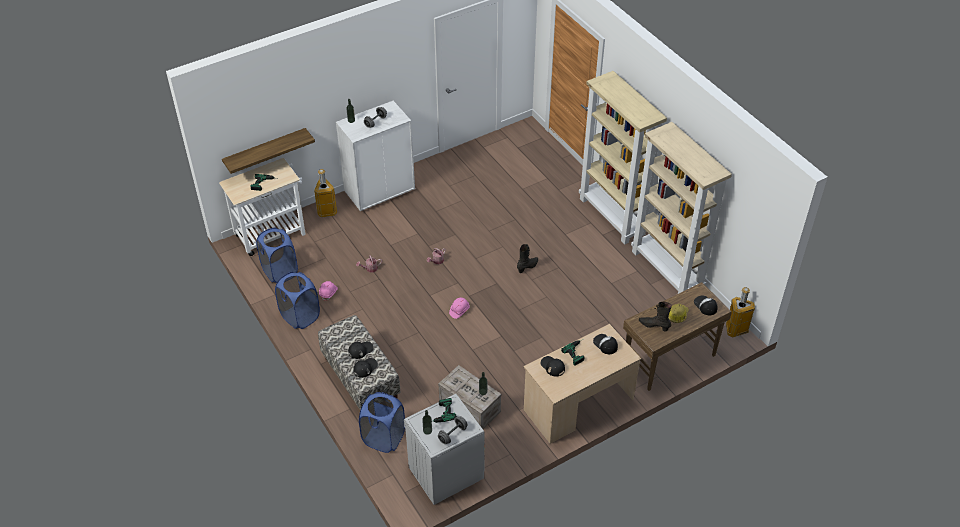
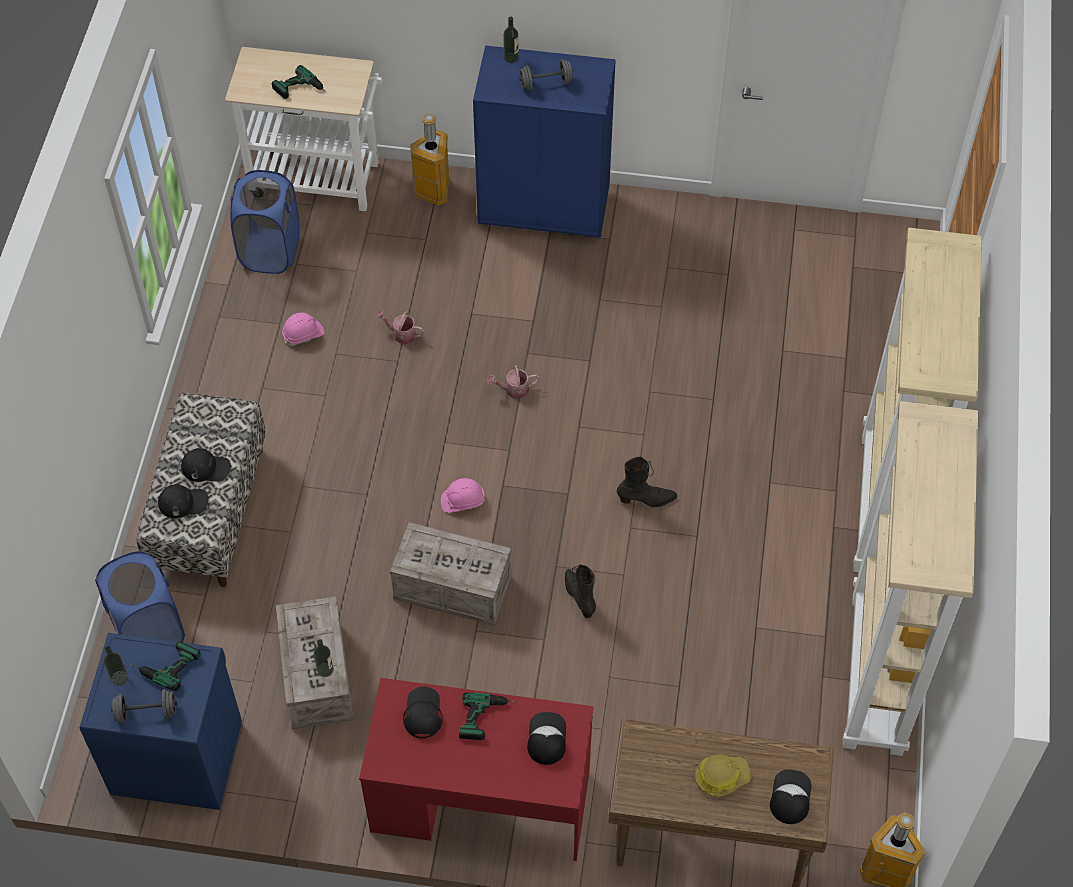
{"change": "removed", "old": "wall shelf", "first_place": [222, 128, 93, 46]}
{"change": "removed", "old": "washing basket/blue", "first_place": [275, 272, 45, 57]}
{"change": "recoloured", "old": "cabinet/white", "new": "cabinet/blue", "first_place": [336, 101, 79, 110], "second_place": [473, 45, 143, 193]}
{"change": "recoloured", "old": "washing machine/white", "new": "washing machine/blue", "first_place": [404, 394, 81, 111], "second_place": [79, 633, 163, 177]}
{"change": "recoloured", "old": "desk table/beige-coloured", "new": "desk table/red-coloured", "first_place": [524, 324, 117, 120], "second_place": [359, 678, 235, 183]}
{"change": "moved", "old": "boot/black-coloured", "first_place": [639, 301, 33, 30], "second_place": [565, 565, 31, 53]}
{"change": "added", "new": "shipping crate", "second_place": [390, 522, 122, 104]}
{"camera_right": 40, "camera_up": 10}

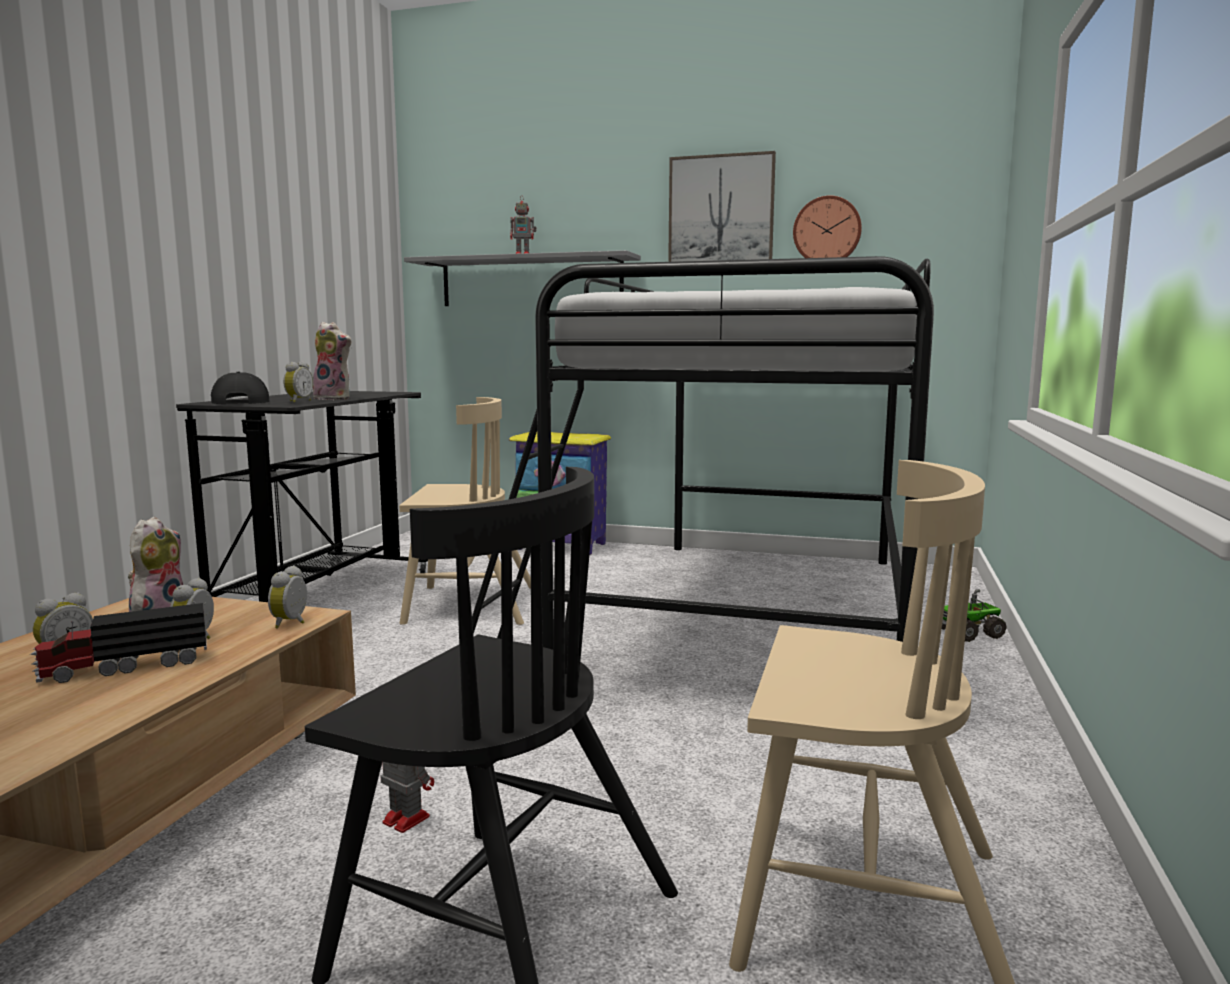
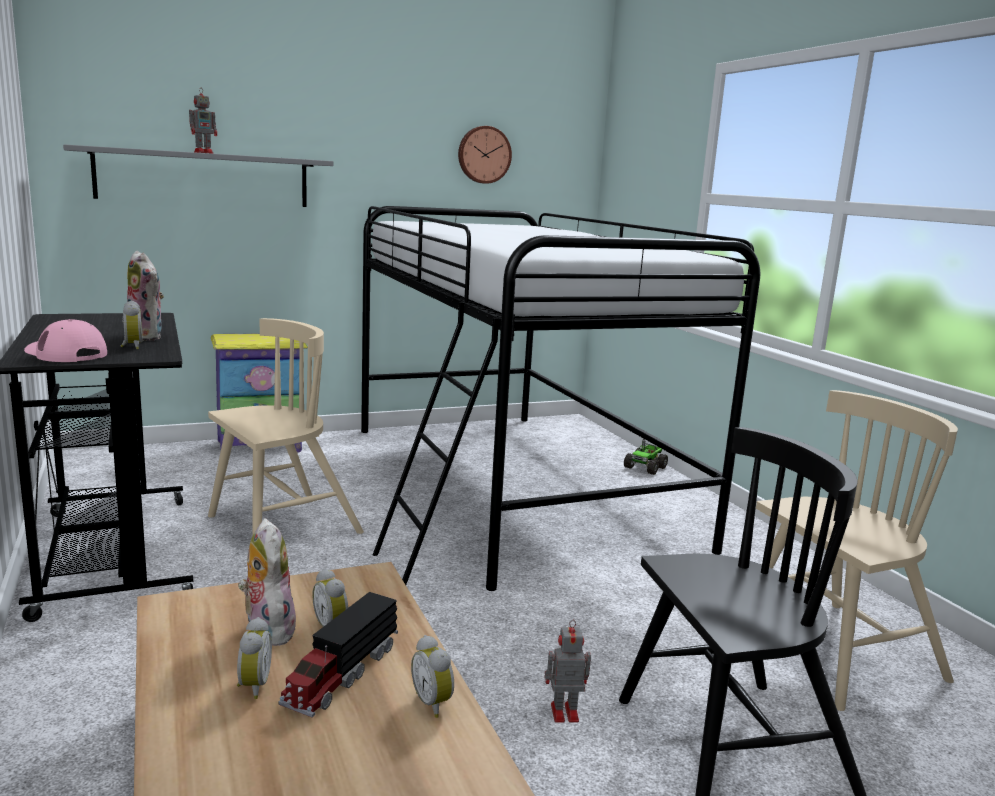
{"change": "recoloured", "old": "cap/black-coloured", "new": "cap/pink-coloured", "first_place": [211, 372, 58, 32], "second_place": [24, 319, 83, 43]}
{"change": "moved", "old": "bedside clock", "first_place": [268, 565, 39, 64], "second_place": [411, 635, 43, 83]}
{"change": "turned", "old": "cuddly toy", "first_place": [313, 322, 39, 78], "second_place": [127, 251, 37, 90], "degrees": 60}
{"change": "removed", "old": "picture", "first_place": [668, 151, 108, 111]}
{"camera_right": -40, "camera_up": 5}

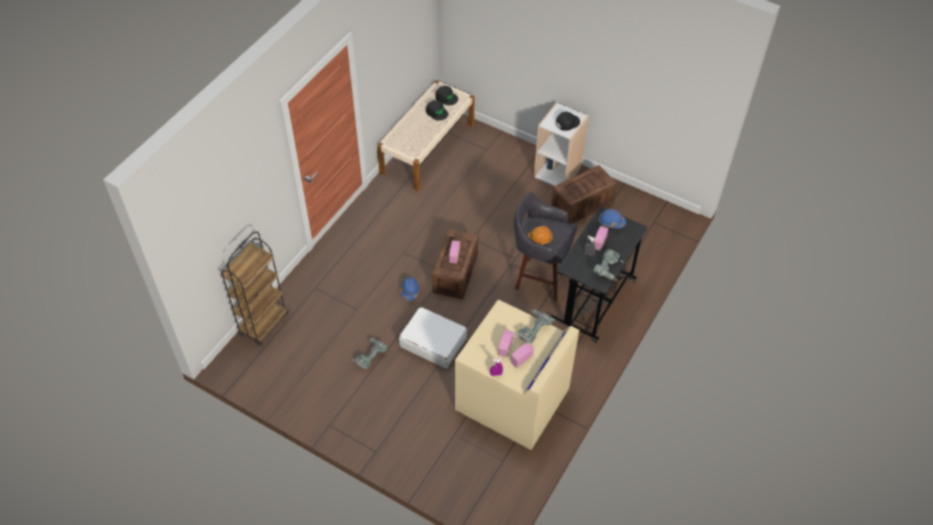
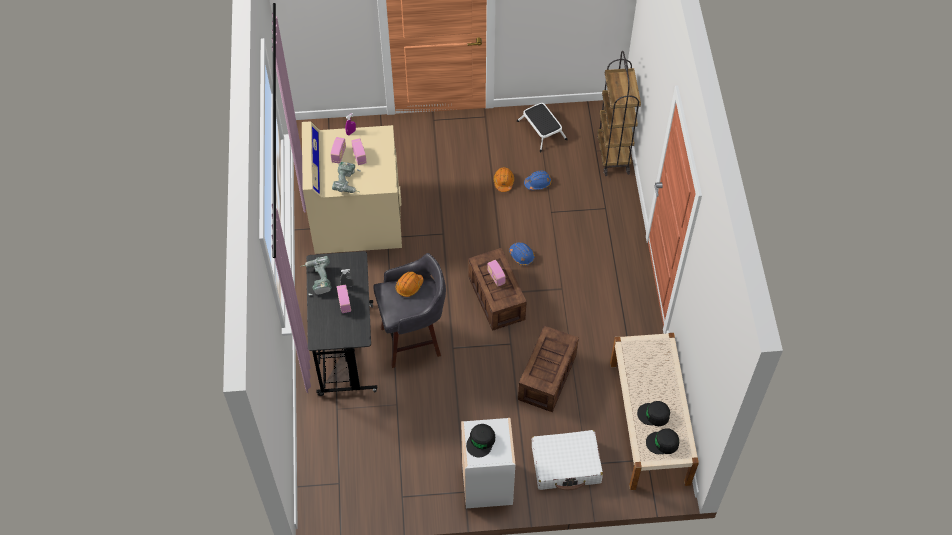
{"change": "replaced", "old": "power drill", "new": "safety helmet/orange", "first_place": [353, 338, 35, 31], "second_place": [494, 167, 20, 25]}
{"change": "moved", "old": "piece of luggage/white", "first_place": [399, 307, 68, 61], "second_place": [532, 430, 71, 60]}
{"change": "moved", "old": "shipping crate", "first_place": [551, 165, 66, 59], "second_place": [518, 325, 61, 87]}
{"change": "moved", "old": "safety helmet/blue", "first_place": [598, 209, 28, 20], "second_place": [524, 171, 27, 19]}
{"change": "added", "new": "step stool/black-coloured", "second_place": [517, 103, 51, 49]}
{"camera_right": 145, "camera_up": 5}

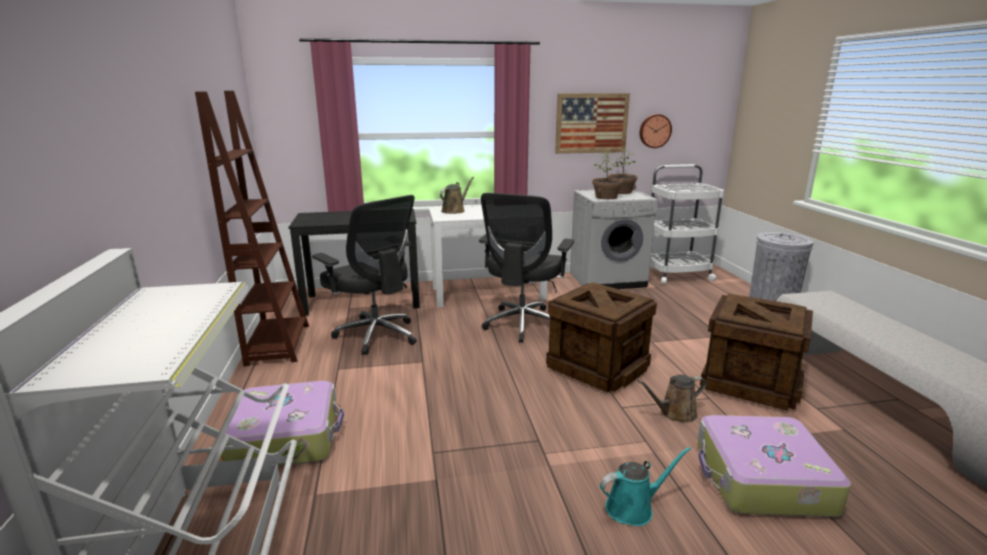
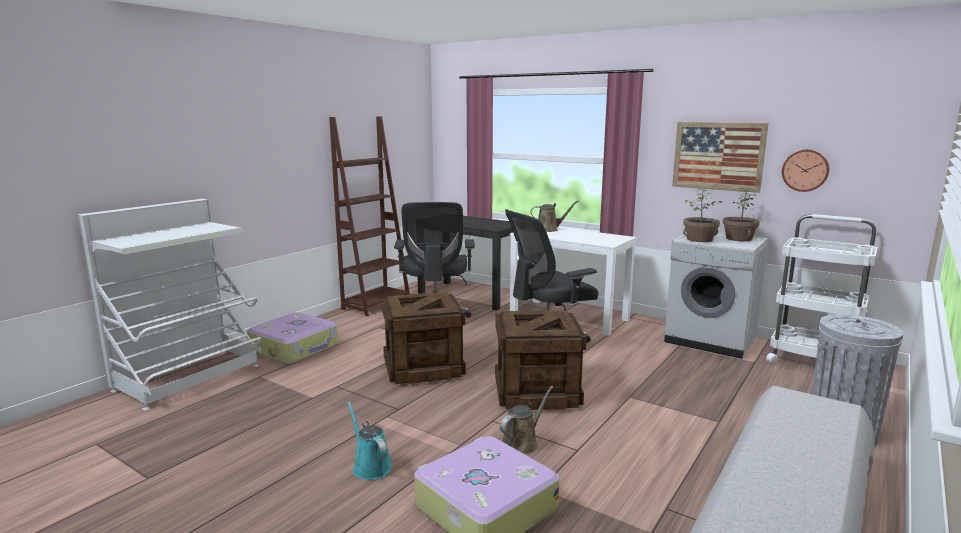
{"change": "turned", "old": "sprinkling can/turquoise", "first_place": [600, 447, 91, 79], "second_place": [347, 401, 45, 79], "degrees": -150}
{"change": "turned", "old": "sprinkling can/brown-coloured", "first_place": [637, 375, 70, 47], "second_place": [500, 386, 54, 68], "degrees": 105}
{"change": "moved", "old": "shipping crate", "first_place": [700, 293, 113, 118], "second_place": [381, 292, 85, 92]}
{"camera_right": 45, "camera_up": -5}

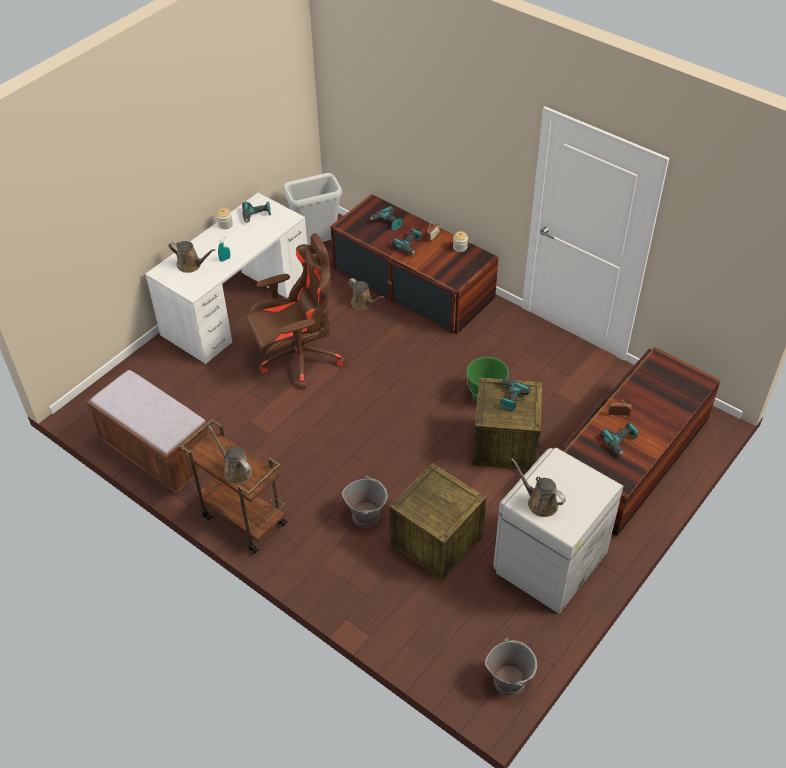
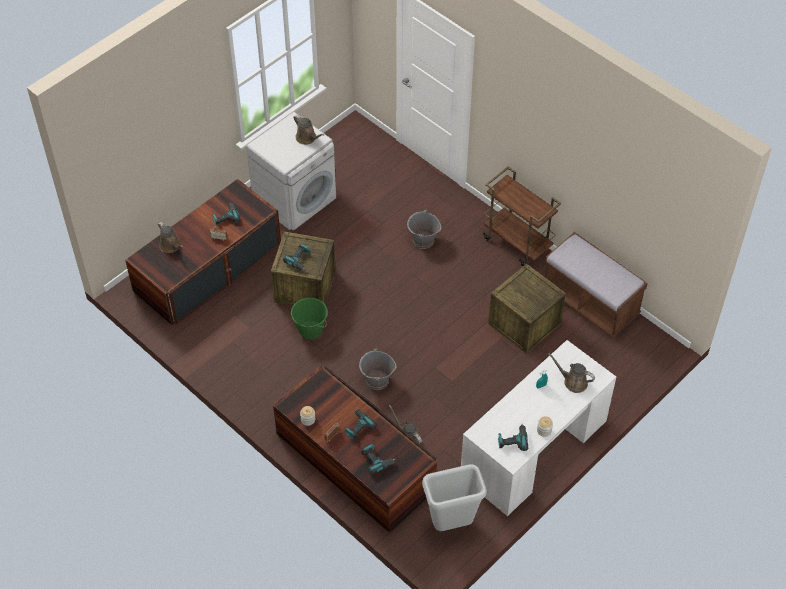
{"change": "moved", "old": "sprinkling can/brown-coloured", "first_place": [209, 426, 43, 58], "second_place": [158, 222, 25, 31]}
{"change": "removed", "old": "office chair/brown-coloured", "first_place": [246, 233, 99, 155]}
{"change": "moved", "old": "shipping crate", "first_place": [389, 463, 98, 118], "second_place": [488, 264, 78, 90]}
{"change": "moved", "old": "water bucket/grey", "first_place": [485, 638, 52, 58], "second_place": [359, 349, 38, 41]}
{"camera_right": -175, "camera_up": 5}

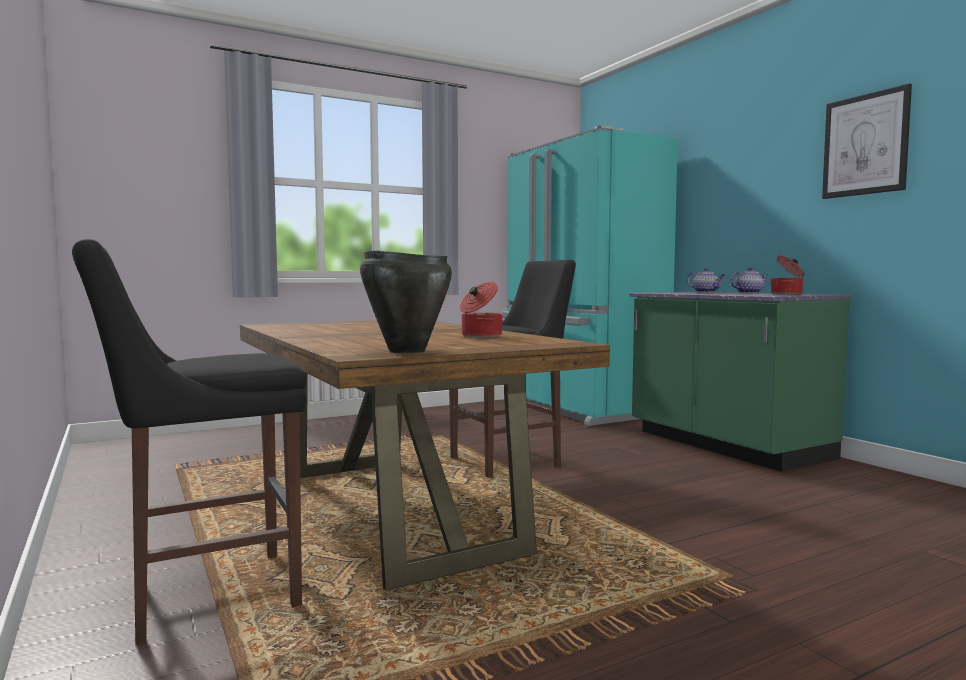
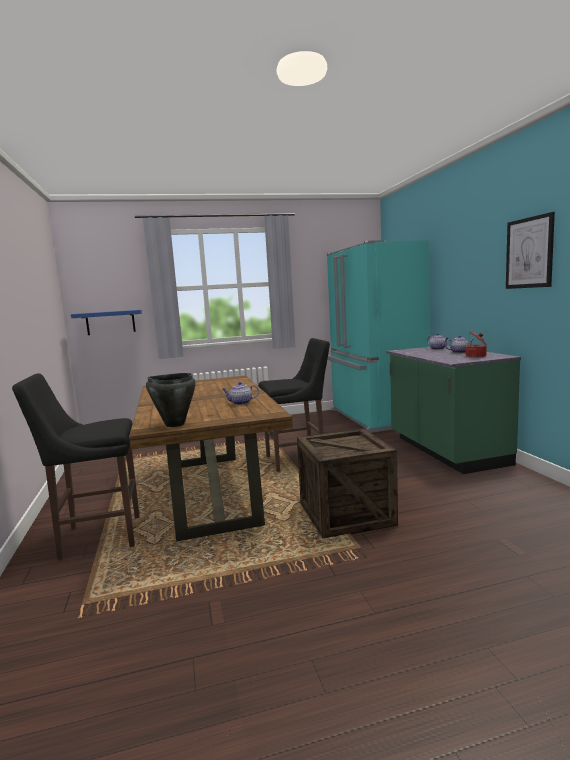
{"change": "replaced", "old": "stockpot", "new": "teapot", "first_place": [460, 282, 43, 56], "second_place": [222, 382, 37, 23]}
{"change": "added", "new": "wall shelf/blue", "second_place": [71, 310, 71, 25]}
{"change": "added", "new": "shipping crate", "second_place": [297, 429, 101, 109]}
{"camera_right": 15, "camera_up": 5}

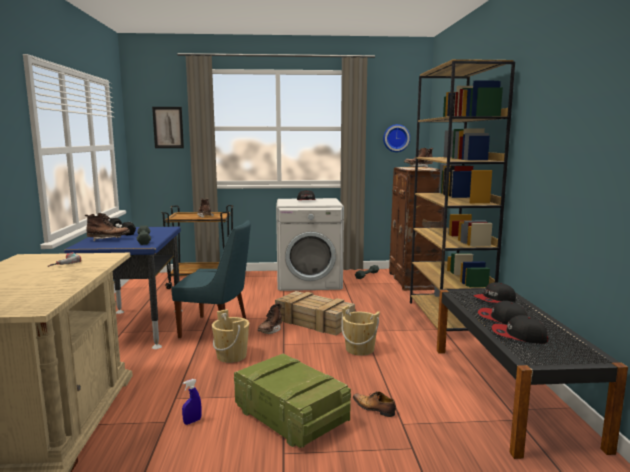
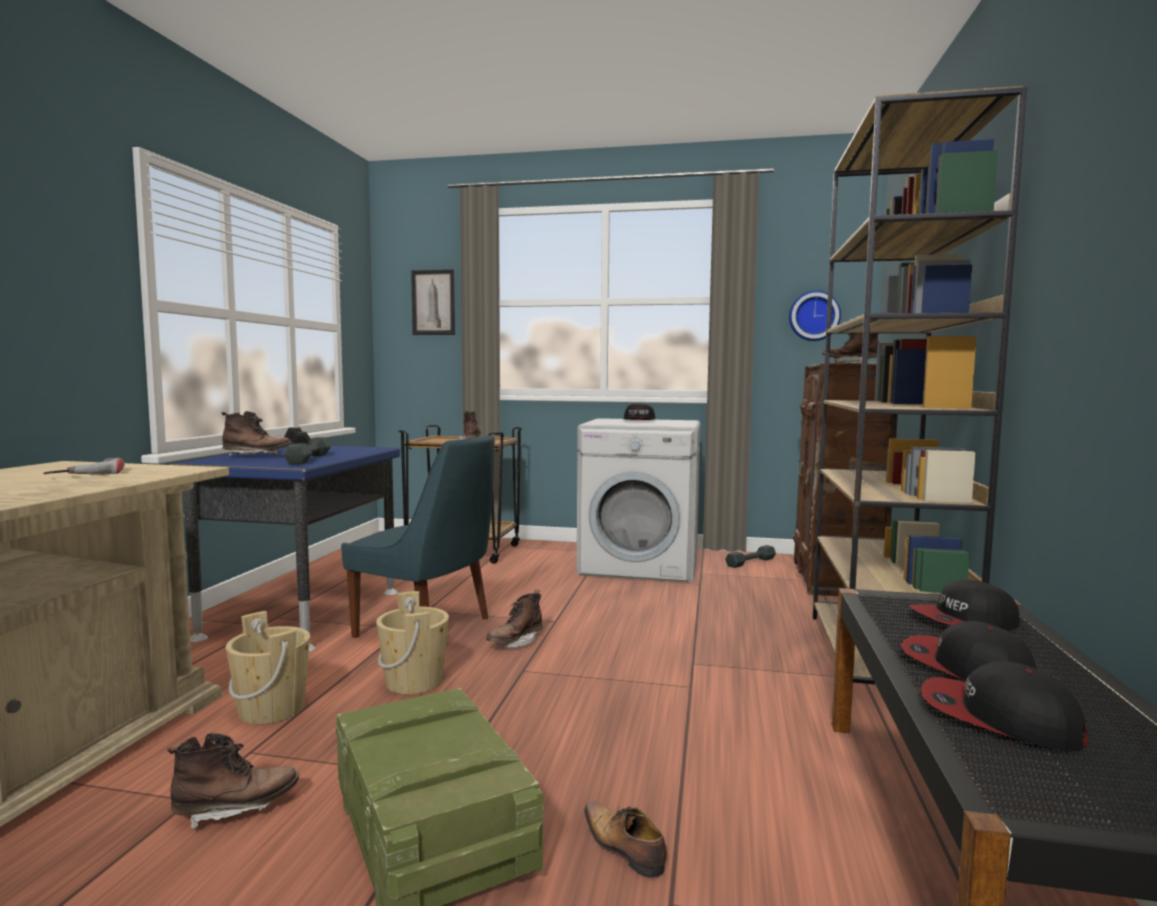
{"change": "replaced", "old": "sprayer/blue", "new": "boot/brown-coloured", "first_place": [182, 379, 20, 46], "second_place": [167, 733, 132, 98]}
{"change": "removed", "old": "shipping crate", "first_place": [275, 291, 80, 45]}
{"change": "moved", "old": "water bucket/beige-coloured", "first_place": [341, 305, 39, 51], "second_place": [226, 611, 84, 113]}
{"camera_right": 15, "camera_up": -5}

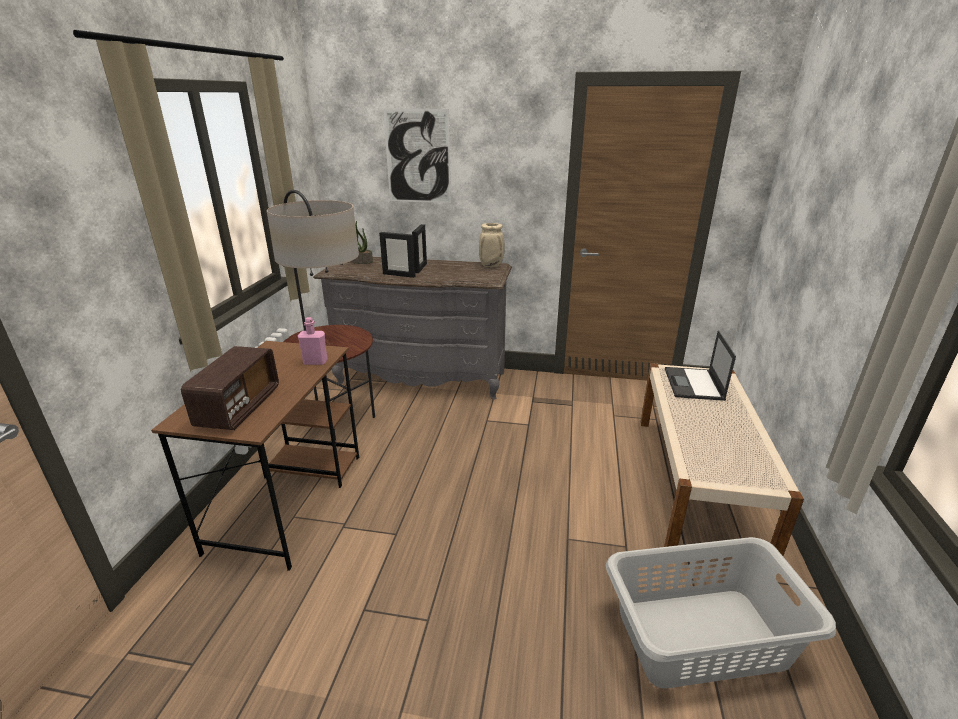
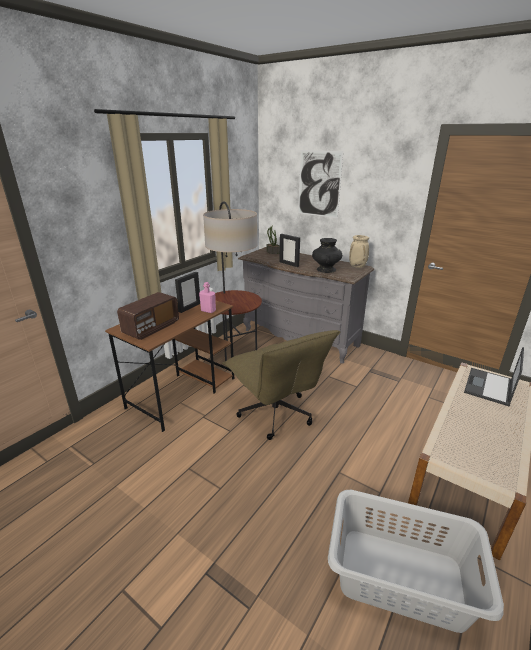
{"change": "moved", "old": "photo frame", "first_place": [412, 224, 15, 49], "second_place": [175, 272, 25, 41]}
{"change": "added", "new": "office chair/beige-coloured", "second_place": [222, 330, 118, 110]}
{"change": "added", "new": "decorative vase/black-coloured", "second_place": [312, 238, 30, 35]}
{"camera_right": 25, "camera_up": 0}

